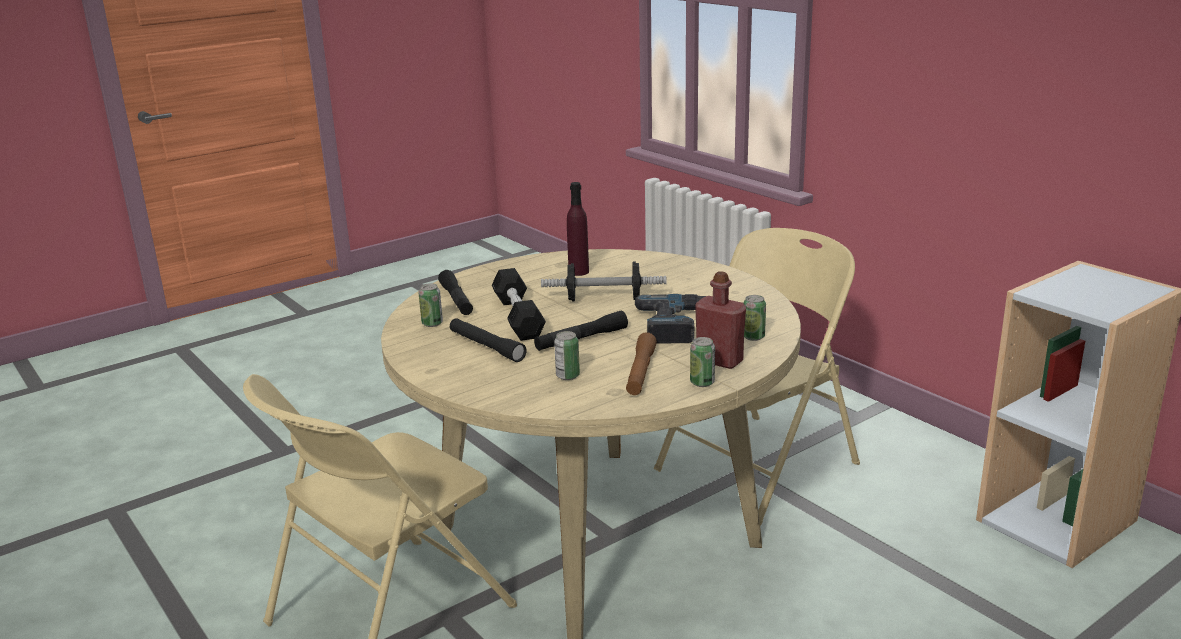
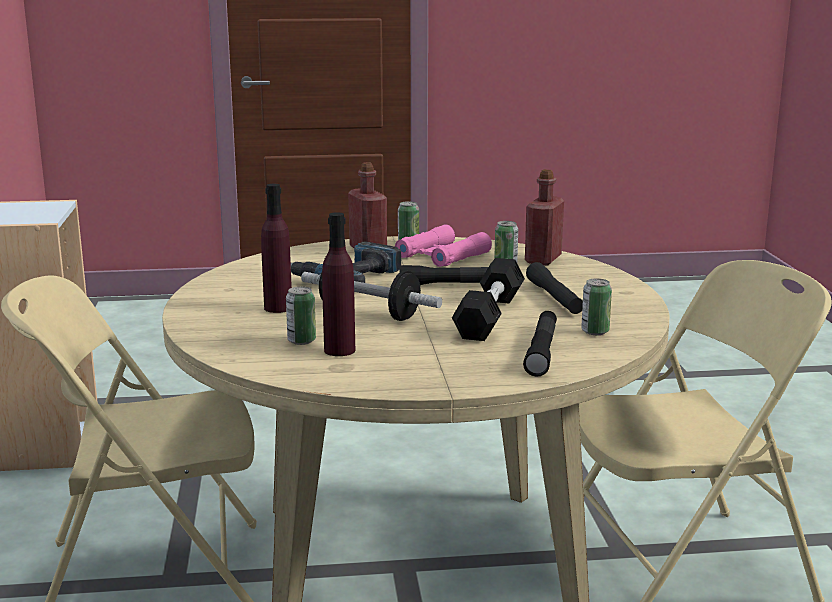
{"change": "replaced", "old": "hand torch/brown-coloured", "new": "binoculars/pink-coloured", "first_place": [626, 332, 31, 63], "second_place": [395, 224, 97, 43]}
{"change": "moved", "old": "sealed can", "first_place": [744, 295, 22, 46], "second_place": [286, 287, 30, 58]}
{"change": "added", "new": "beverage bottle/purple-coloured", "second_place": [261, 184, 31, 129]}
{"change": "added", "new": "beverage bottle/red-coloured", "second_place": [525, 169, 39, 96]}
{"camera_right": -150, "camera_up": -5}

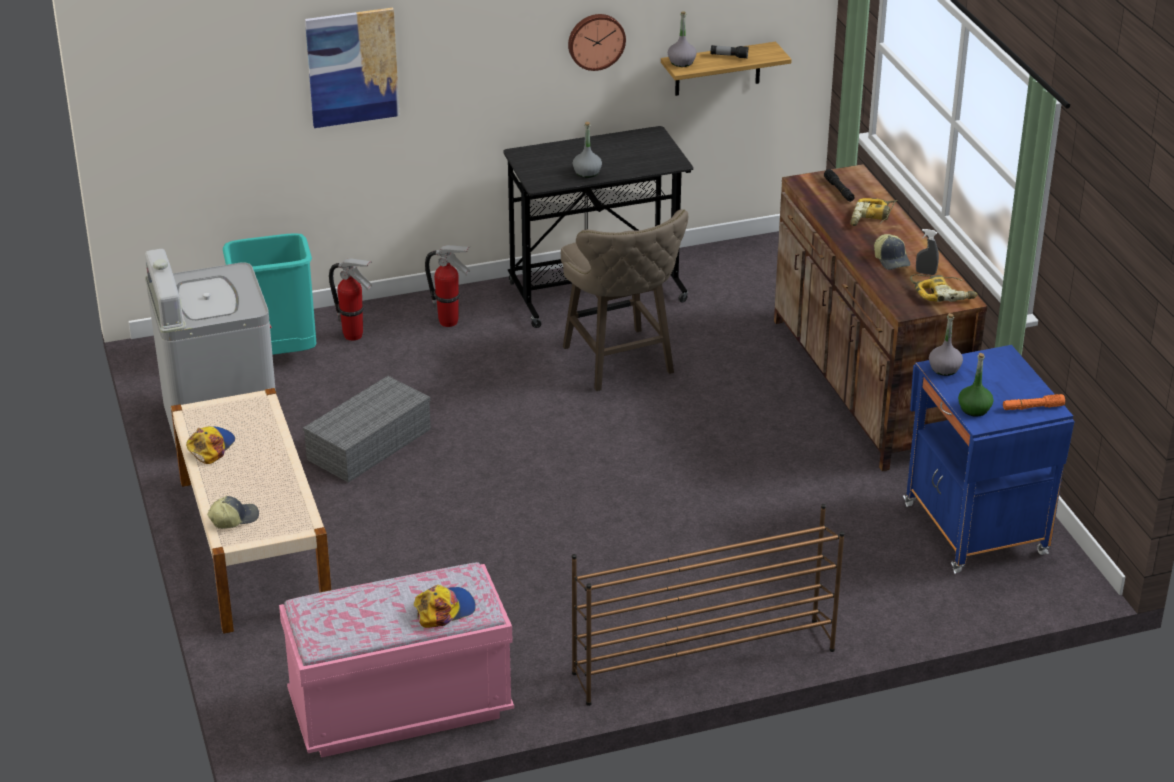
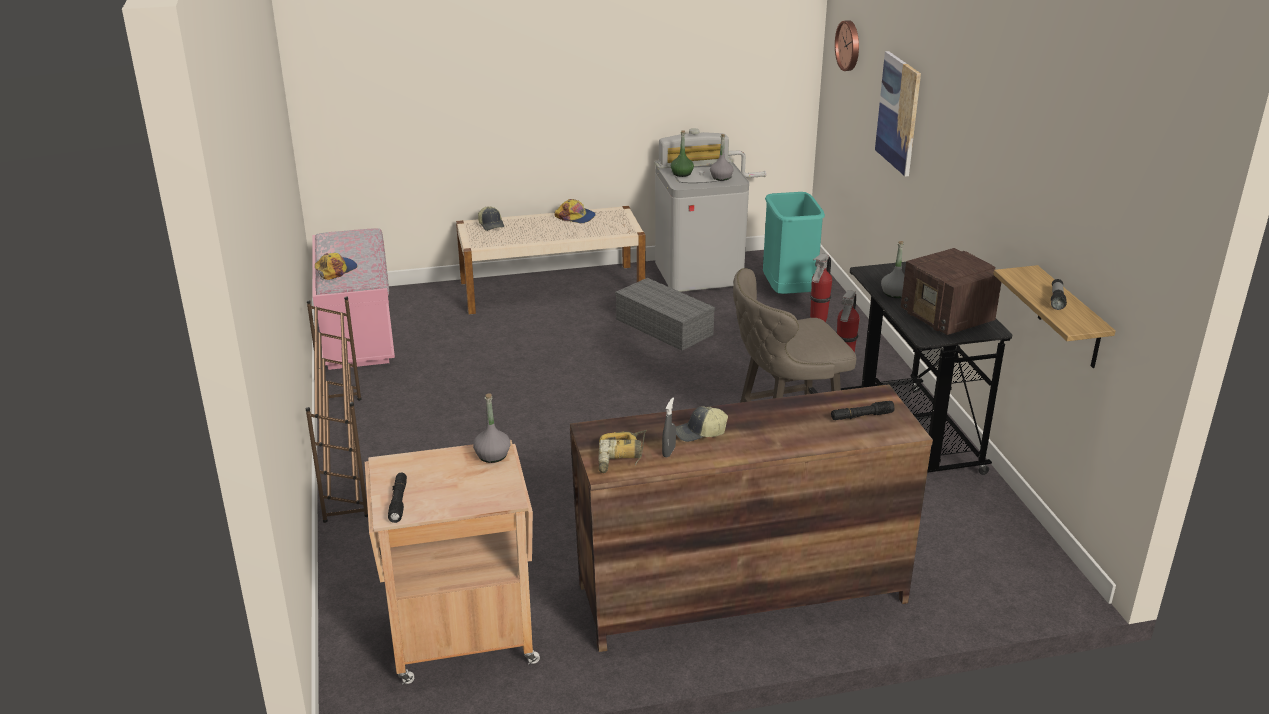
{"change": "turned", "old": "cap", "first_place": [414, 585, 62, 43], "second_place": [315, 253, 42, 27], "degrees": -120}
{"change": "moved", "old": "wall clock", "first_place": [568, 14, 58, 57], "second_place": [835, 20, 24, 51]}
{"change": "moved", "old": "beverage bottle/grey", "first_place": [668, 11, 29, 56], "second_place": [710, 134, 23, 47]}
{"change": "removed", "old": "power drill", "first_place": [850, 198, 48, 28]}
{"change": "recoloured", "old": "trolley/blue", "new": "trolley/brown-coloured", "first_place": [903, 345, 172, 229], "second_place": [365, 440, 175, 245]}
{"change": "moved", "old": "beverage bottle/green", "first_place": [958, 353, 35, 64], "second_place": [671, 130, 23, 47]}
{"change": "recoloured", "old": "hand torch/orange", "new": "hand torch/black-coloured", "first_place": [1003, 394, 62, 16], "second_place": [388, 473, 19, 50]}
{"change": "added", "new": "radio", "second_place": [901, 248, 101, 87]}
{"camera_right": 95, "camera_up": -5}

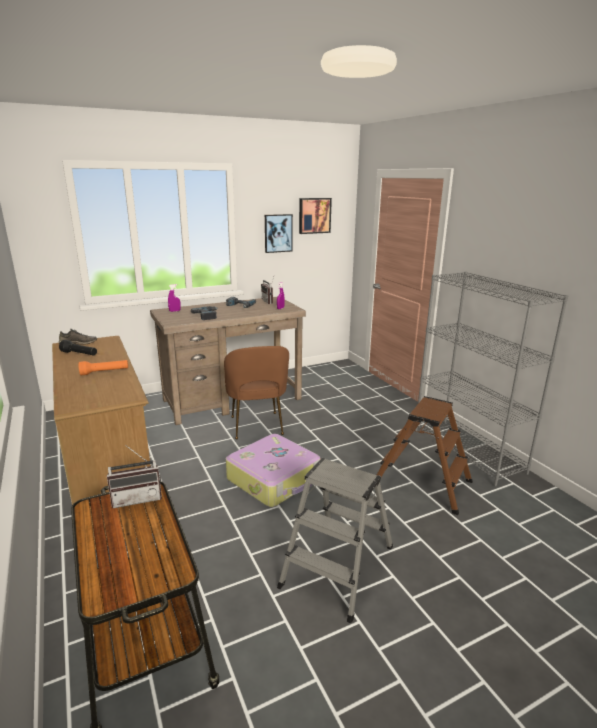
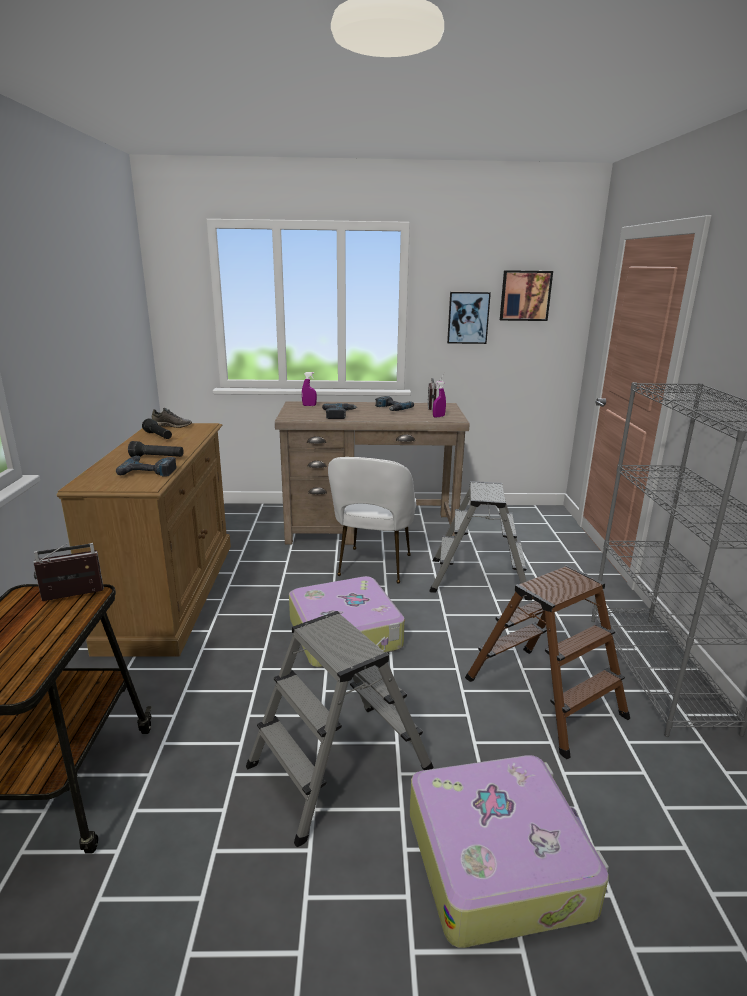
{"change": "recoloured", "old": "hand torch/orange", "new": "hand torch/black-coloured", "first_place": [78, 360, 50, 15], "second_place": [128, 441, 56, 16]}
{"change": "turned", "old": "radio", "first_place": [107, 445, 55, 63], "second_place": [33, 543, 71, 58], "degrees": 150}
{"change": "recoloured", "old": "upright chair/brown-coloured", "new": "upright chair/white", "first_place": [224, 346, 65, 94], "second_place": [328, 457, 88, 127]}
{"change": "added", "new": "power drill", "second_place": [116, 455, 61, 22]}
{"change": "added", "new": "piece of luggage", "second_place": [410, 755, 199, 193]}
{"change": "added", "new": "step stool/grey", "second_place": [429, 481, 103, 120]}
{"camera_right": 25, "camera_up": 0}

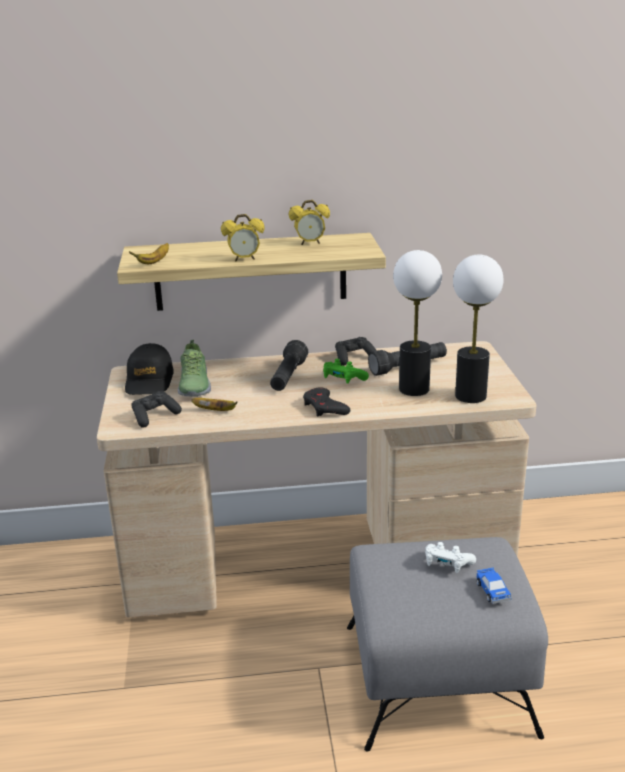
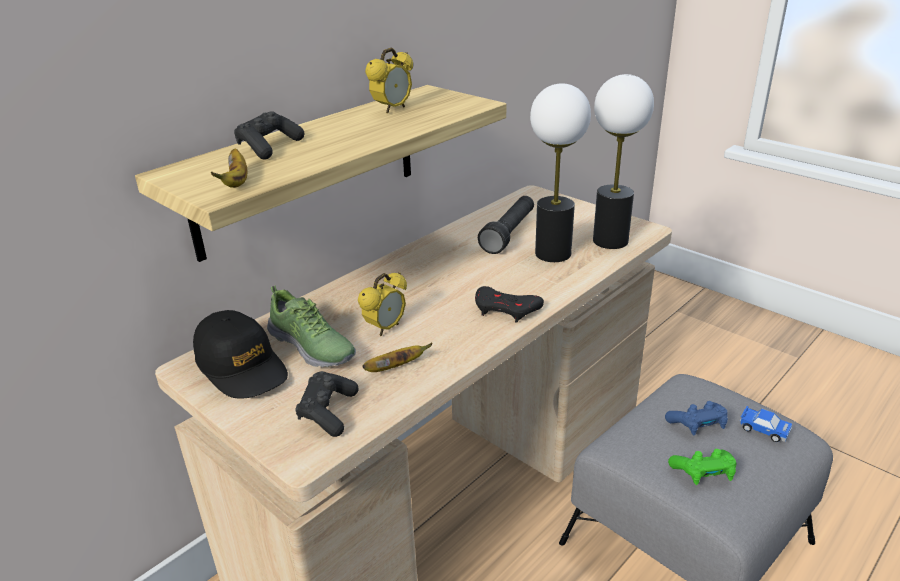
{"change": "moved", "old": "bedside clock", "first_place": [221, 214, 44, 47], "second_place": [358, 272, 49, 64]}
{"change": "removed", "old": "hand torch/black-coloured", "first_place": [270, 340, 38, 51]}
{"change": "moved", "old": "game controller/green", "first_place": [323, 359, 46, 25], "second_place": [668, 449, 68, 36]}
{"change": "moved", "old": "game controller/black-coloured", "first_place": [335, 337, 42, 29], "second_place": [234, 111, 70, 48]}
{"change": "recoloured", "old": "game controller/white", "new": "game controller/blue", "first_place": [425, 542, 51, 31], "second_place": [665, 401, 63, 34]}
{"camera_right": -40, "camera_up": 5}

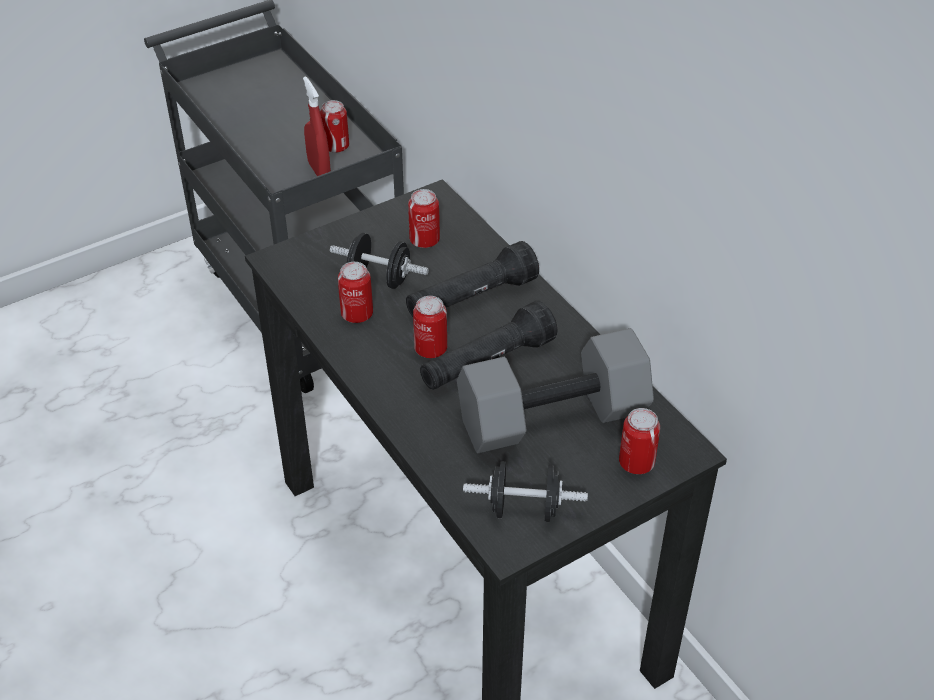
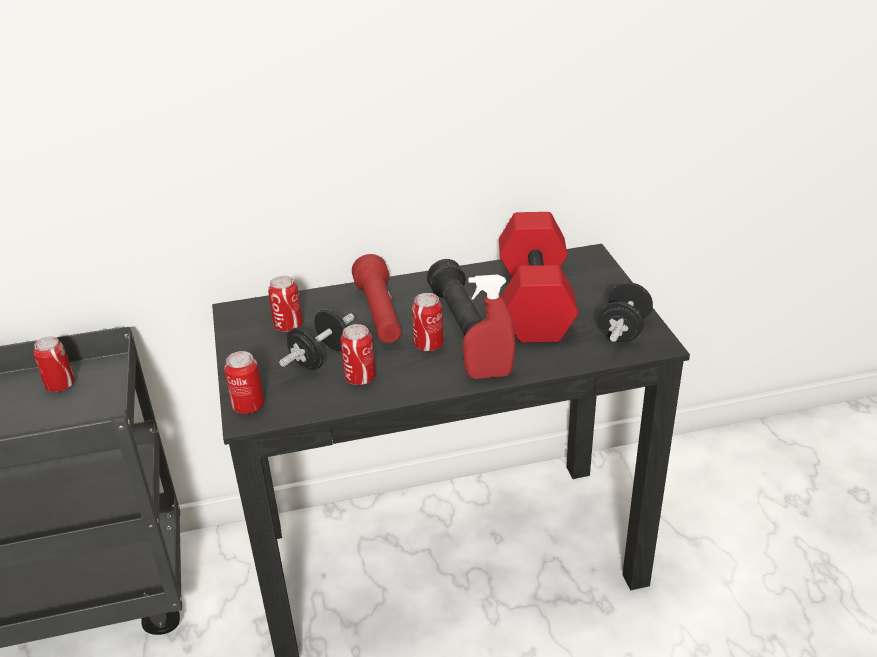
{"change": "moved", "old": "sprayer/red-coloured", "first_place": [303, 76, 28, 100], "second_place": [463, 274, 53, 105]}
{"change": "recoloured", "old": "hand torch/black-coloured", "new": "hand torch/red-coloured", "first_place": [406, 241, 133, 76], "second_place": [352, 254, 49, 89]}
{"change": "recoloured", "old": "hand weight/grey", "new": "hand weight/red-coloured", "first_place": [457, 328, 197, 125], "second_place": [499, 212, 79, 130]}
{"change": "moved", "old": "sealed can", "first_place": [619, 408, 41, 66], "second_place": [224, 351, 40, 63]}
{"camera_right": -70, "camera_up": -10}

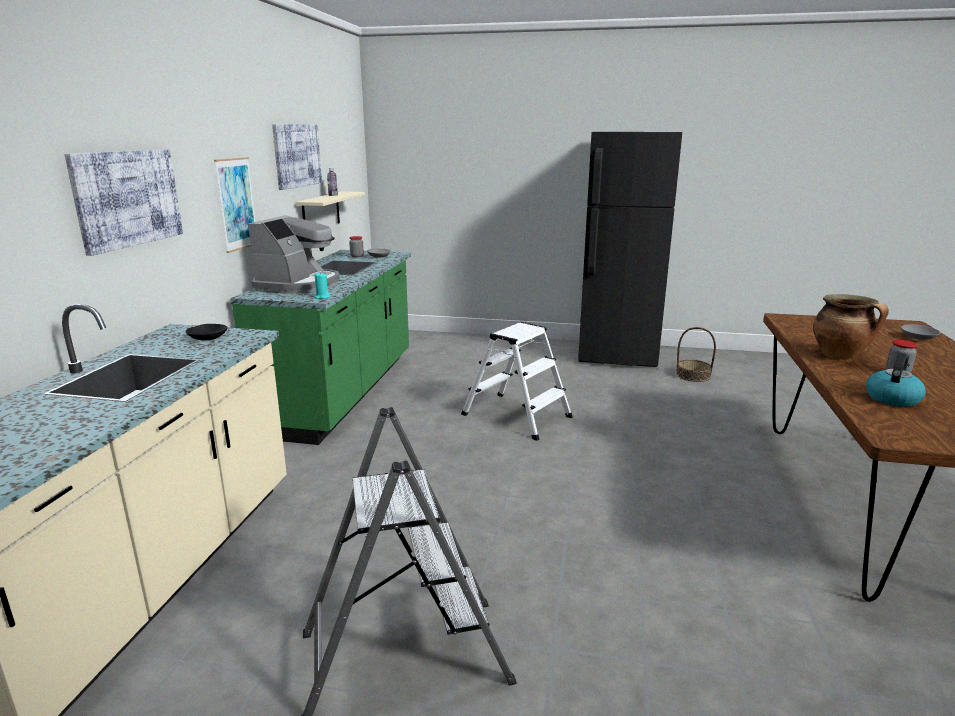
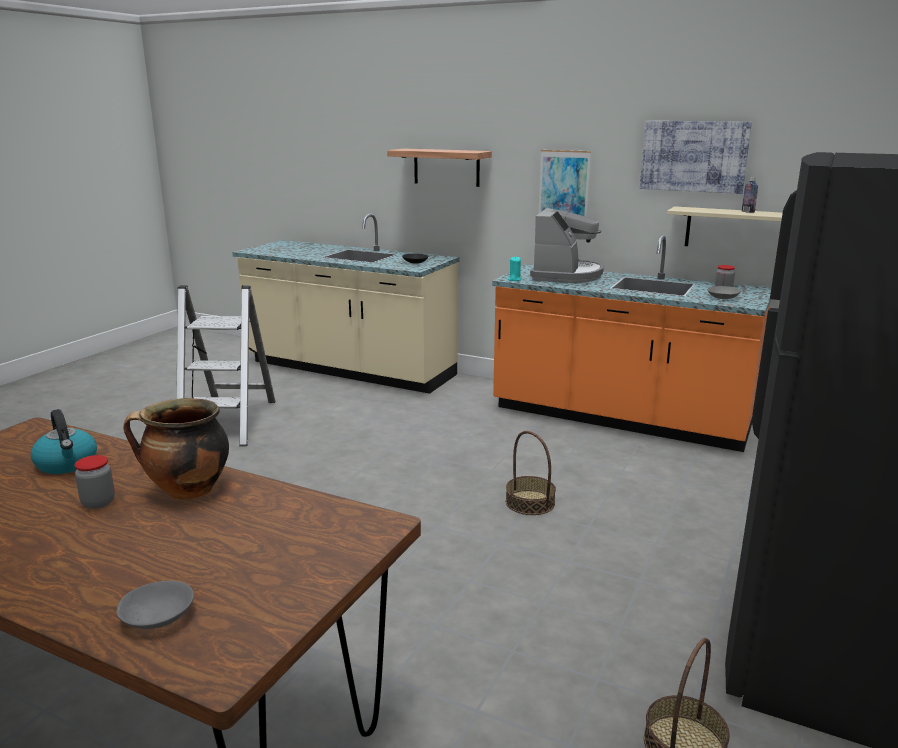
{"change": "replaced", "old": "picture", "new": "wall shelf", "first_place": [65, 149, 118, 107], "second_place": [387, 148, 105, 39]}
{"change": "recoloured", "old": "kitchen counter/green", "new": "kitchen counter/orange", "first_place": [230, 248, 181, 197], "second_place": [492, 235, 279, 217]}
{"change": "turned", "old": "coffee brewer", "first_place": [248, 215, 92, 79], "second_place": [530, 208, 74, 75], "degrees": -105}
{"change": "replaced", "old": "step stool/white", "new": "household basket", "first_place": [461, 322, 112, 119], "second_place": [506, 431, 50, 84]}
{"camera_right": 105, "camera_up": 0}

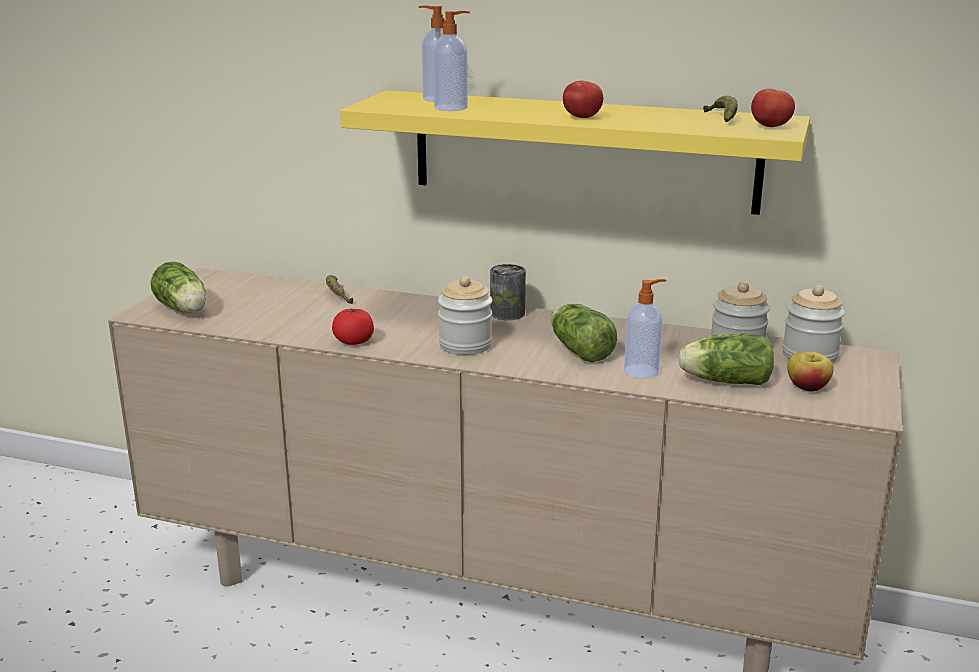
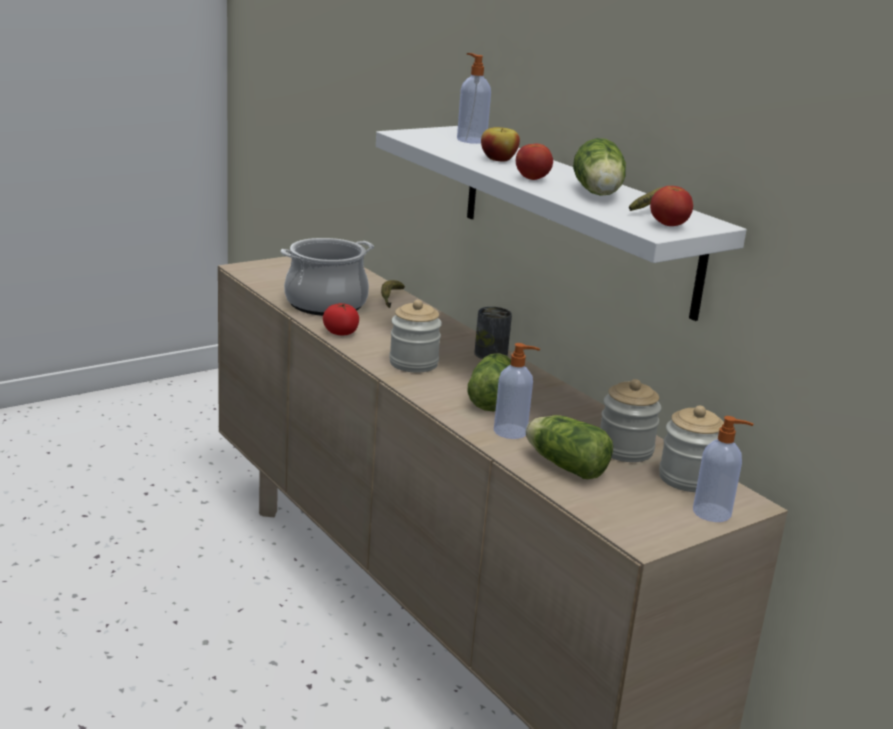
{"change": "moved", "old": "lettuce head", "first_place": [151, 261, 55, 52], "second_place": [573, 138, 53, 58]}
{"change": "recoloured", "old": "wall shelf/yellowish", "new": "wall shelf/white", "first_place": [340, 90, 470, 125], "second_place": [376, 126, 371, 195]}
{"change": "moved", "old": "soap bottle", "first_place": [433, 11, 37, 100], "second_place": [693, 416, 60, 106]}
{"change": "moved", "old": "apple", "first_place": [787, 351, 47, 41], "second_place": [481, 127, 39, 34]}
{"change": "added", "new": "stockpot", "second_place": [281, 238, 93, 78]}
{"camera_right": 35, "camera_up": 0}

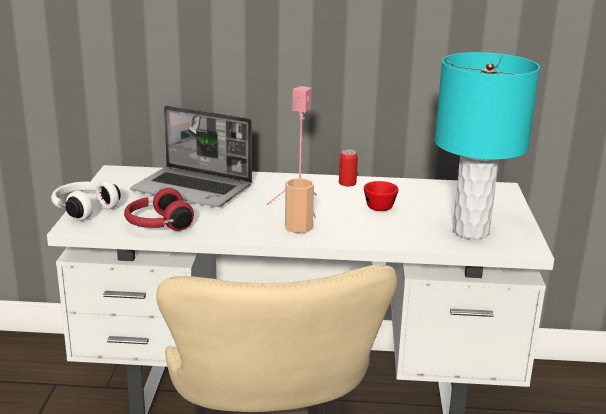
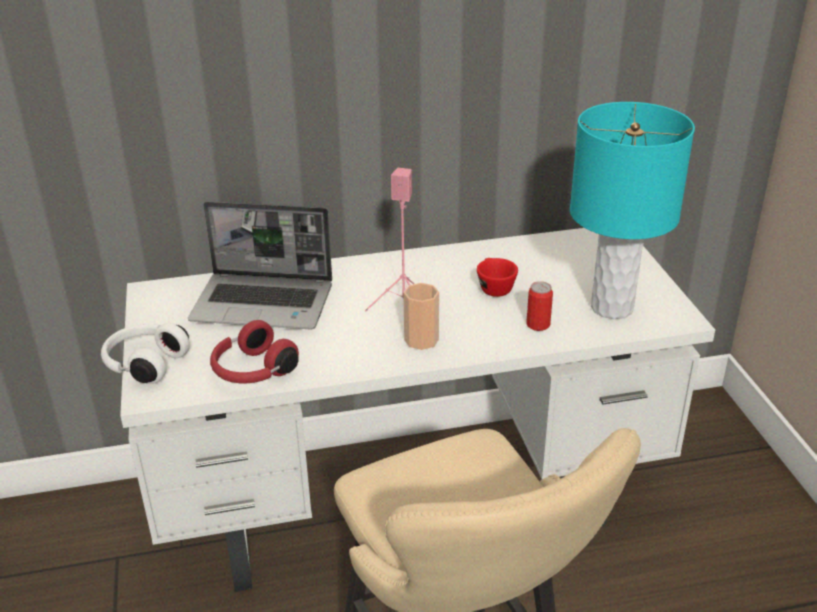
{"change": "moved", "old": "sealed can", "first_place": [339, 149, 19, 37], "second_place": [526, 281, 27, 50]}
{"camera_right": -15, "camera_up": 10}

